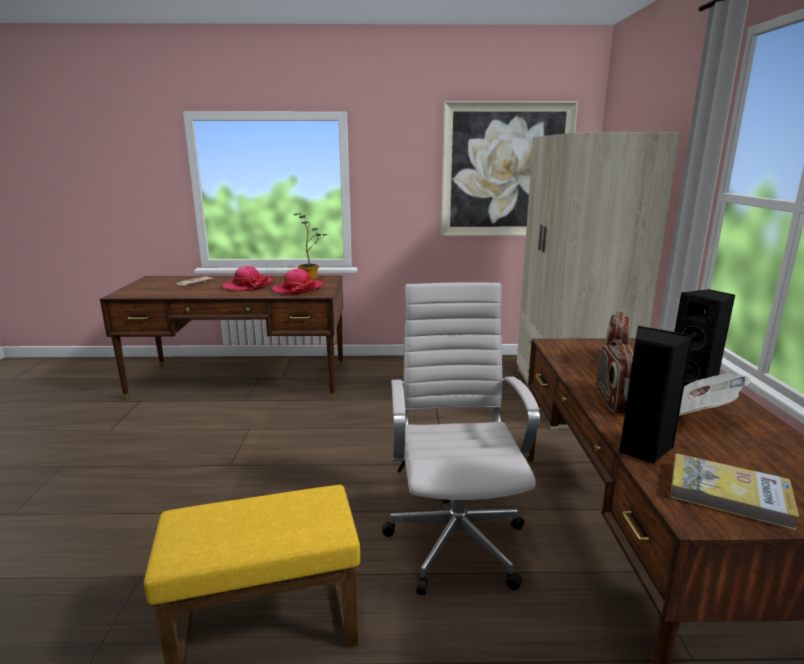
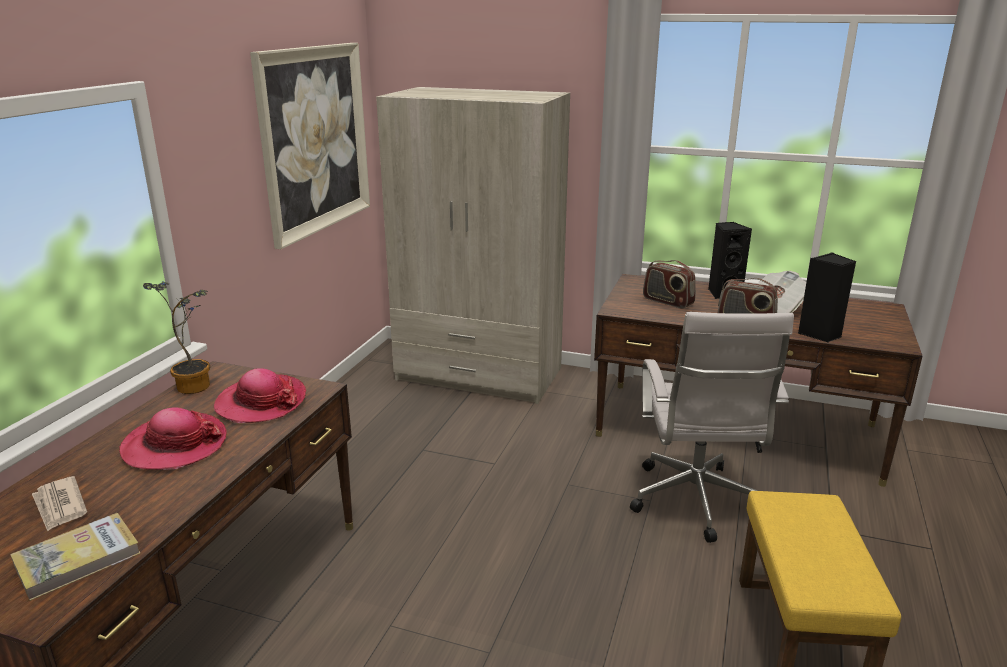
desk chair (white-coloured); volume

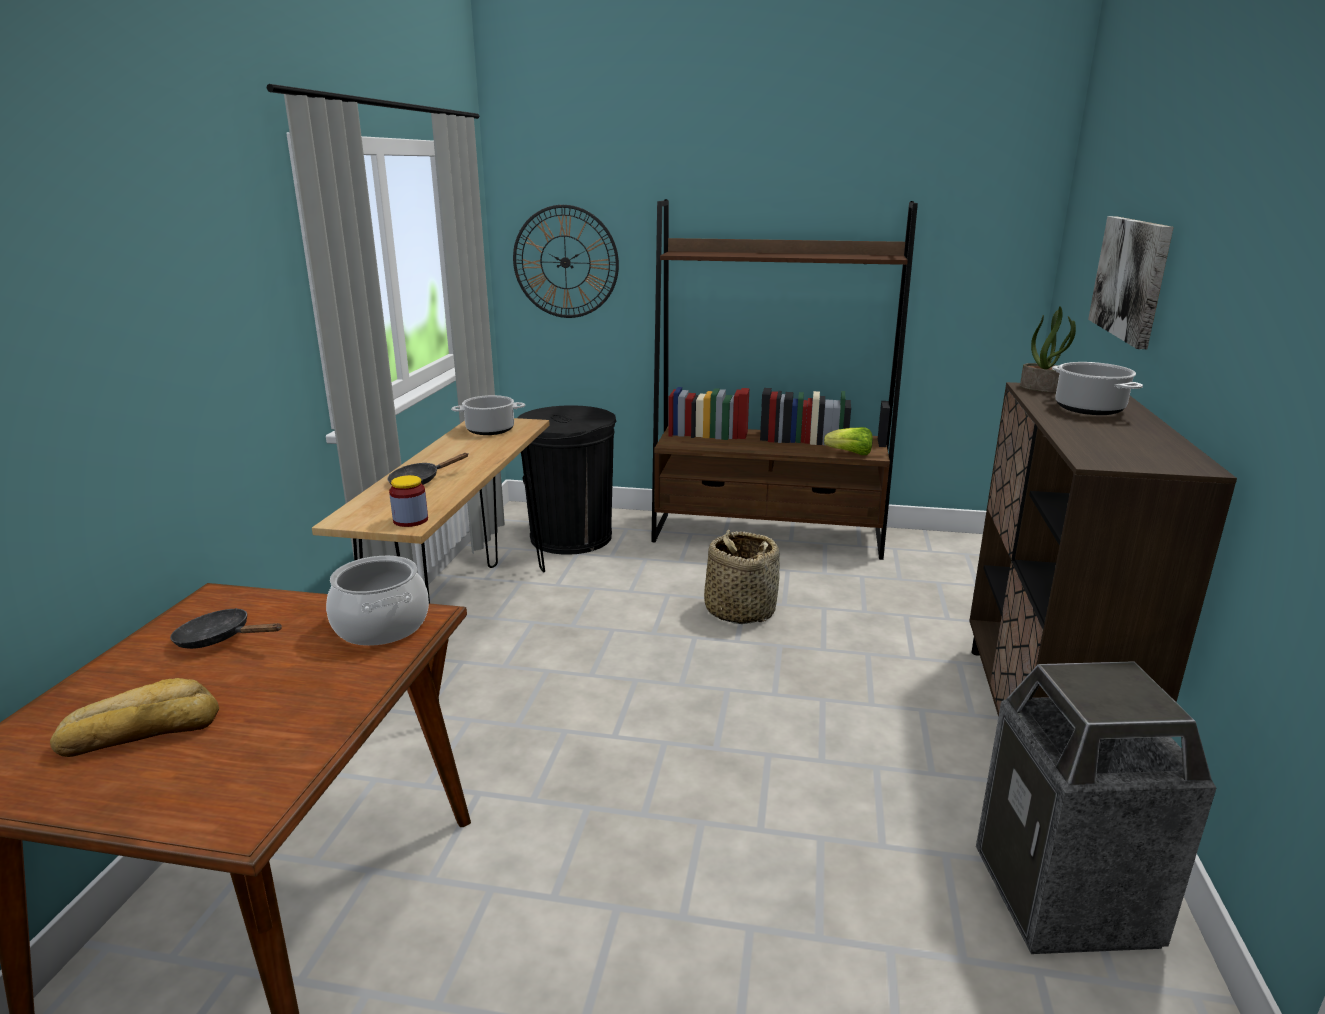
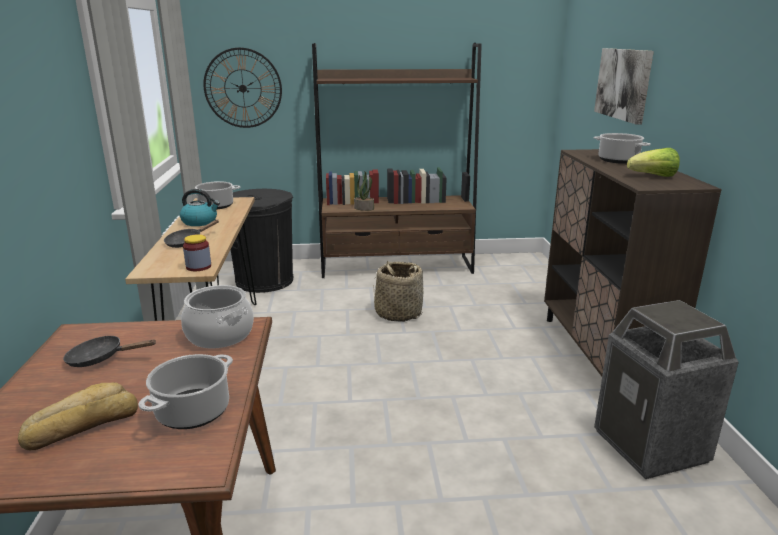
head of lettuce; houseplant; stockpot (1st from left); kettle

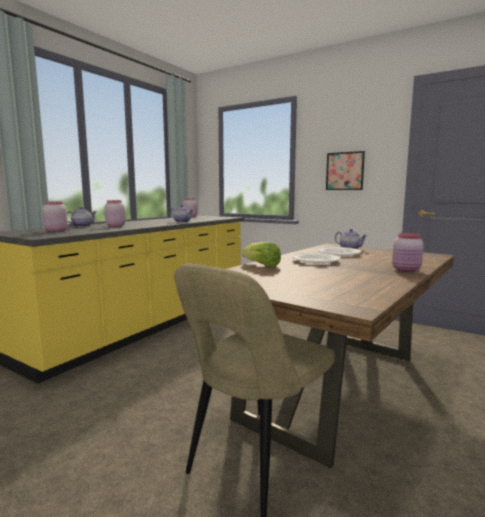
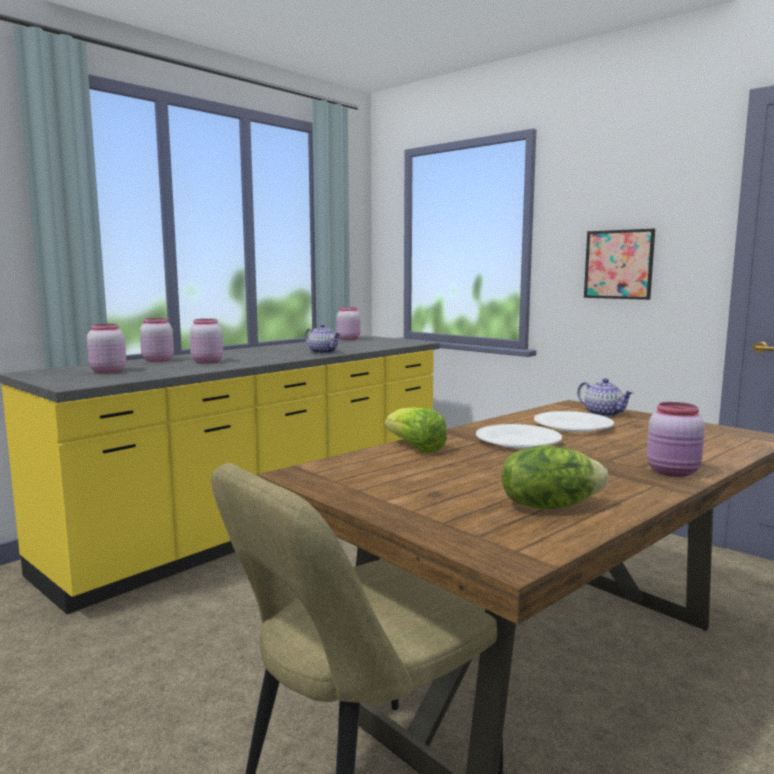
jar (pink) (2nd from left); head of lettuce (2nd from left)

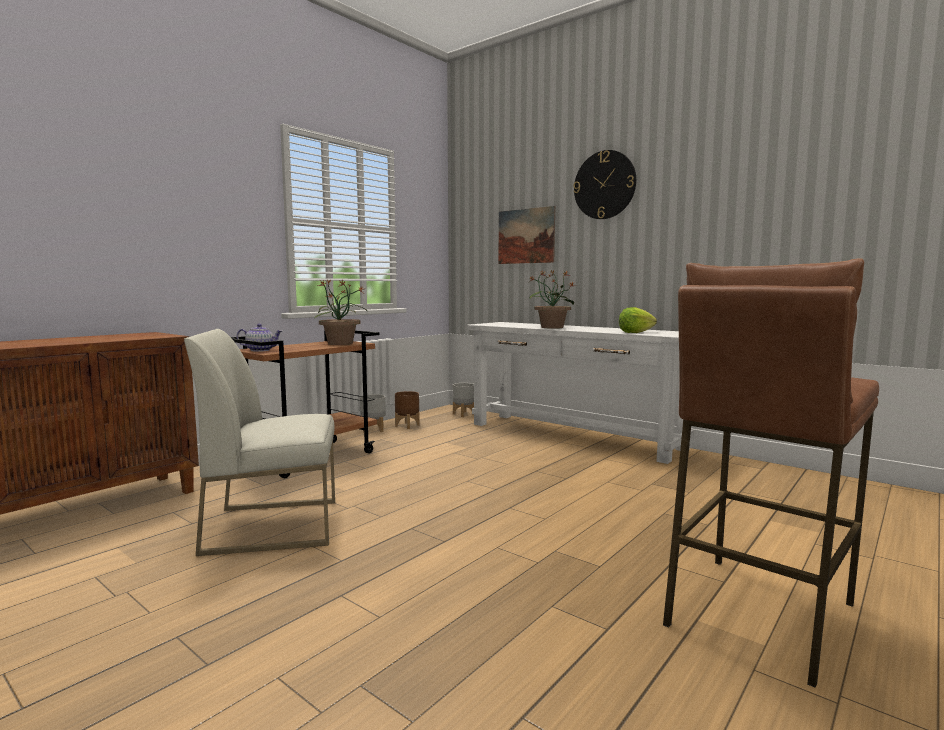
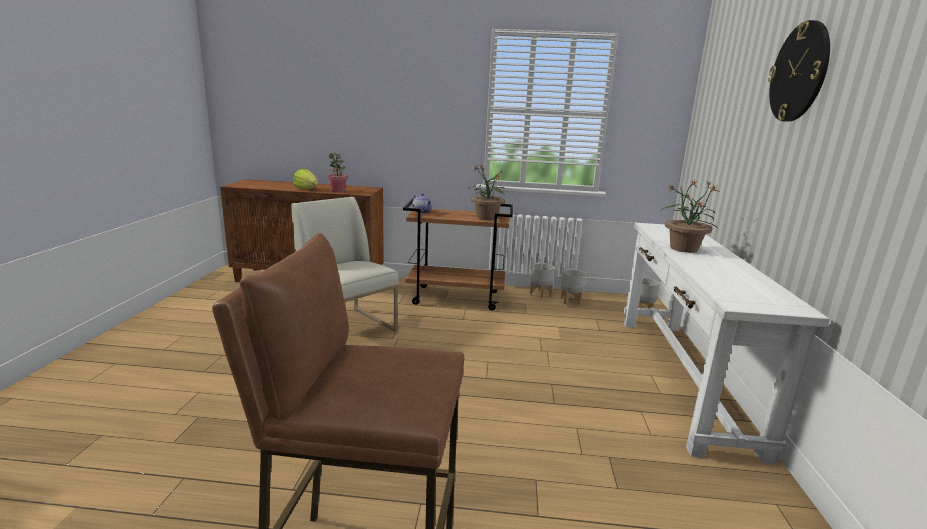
plant pot (grey) (2nd from left); wall art; head of lettuce; houseplant (1st from left)

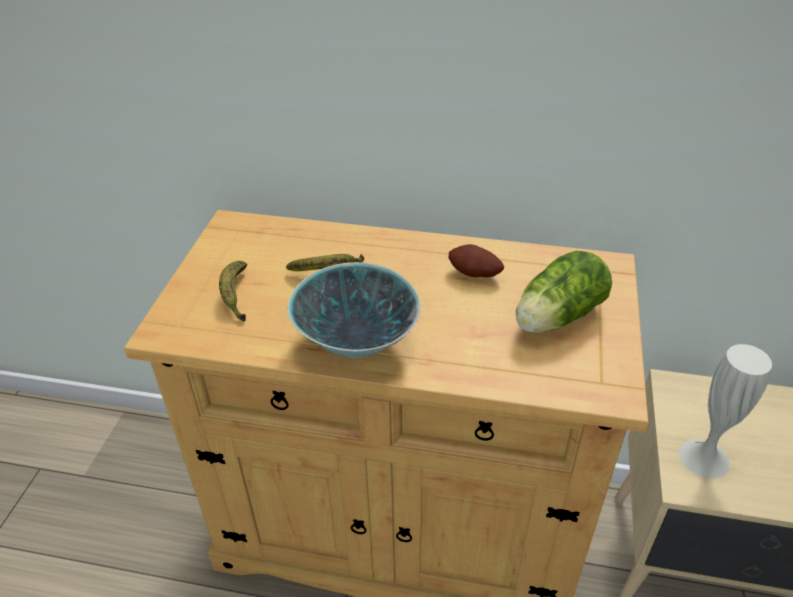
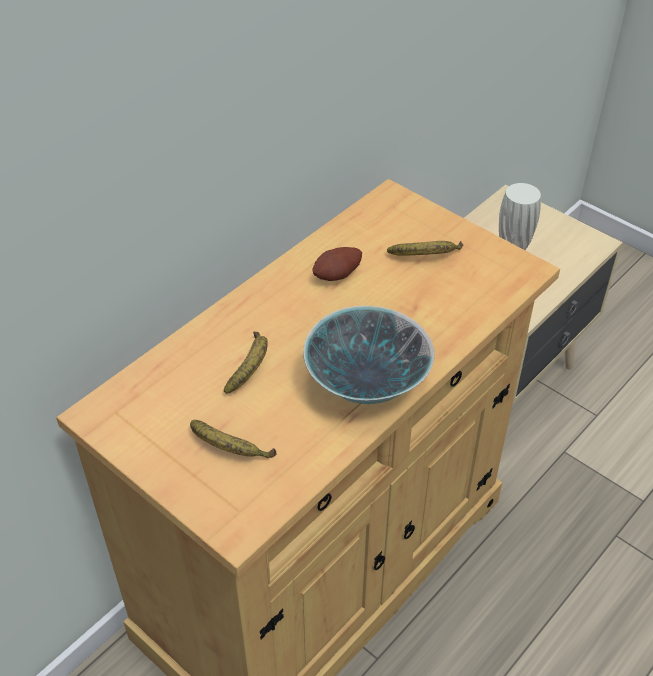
banana fruit (3rd from left)

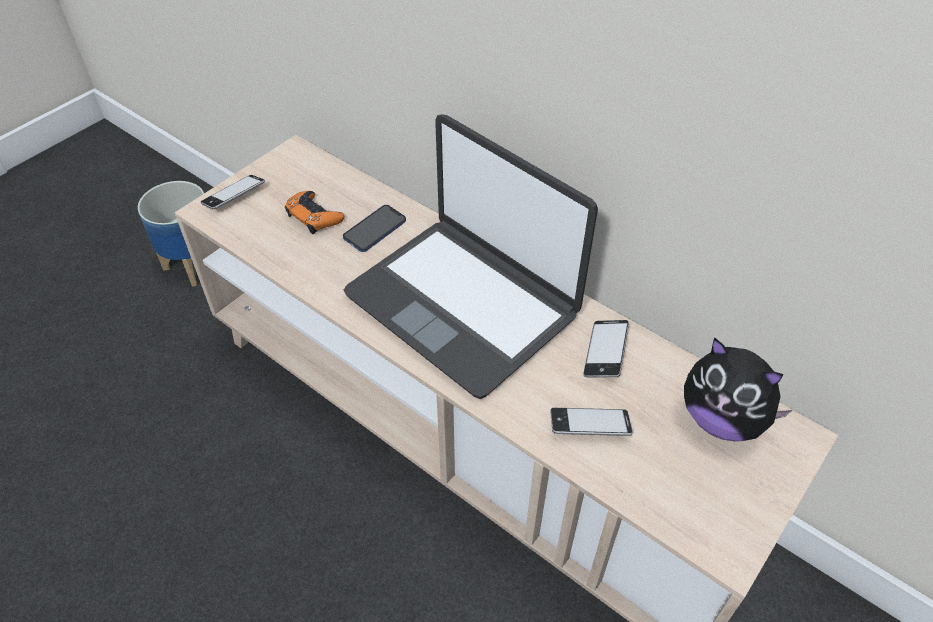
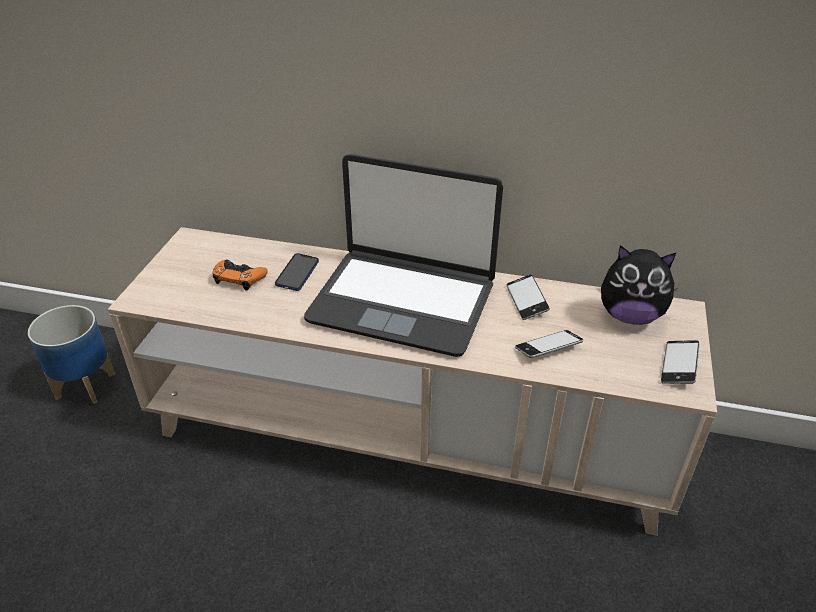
handset (4th from left)

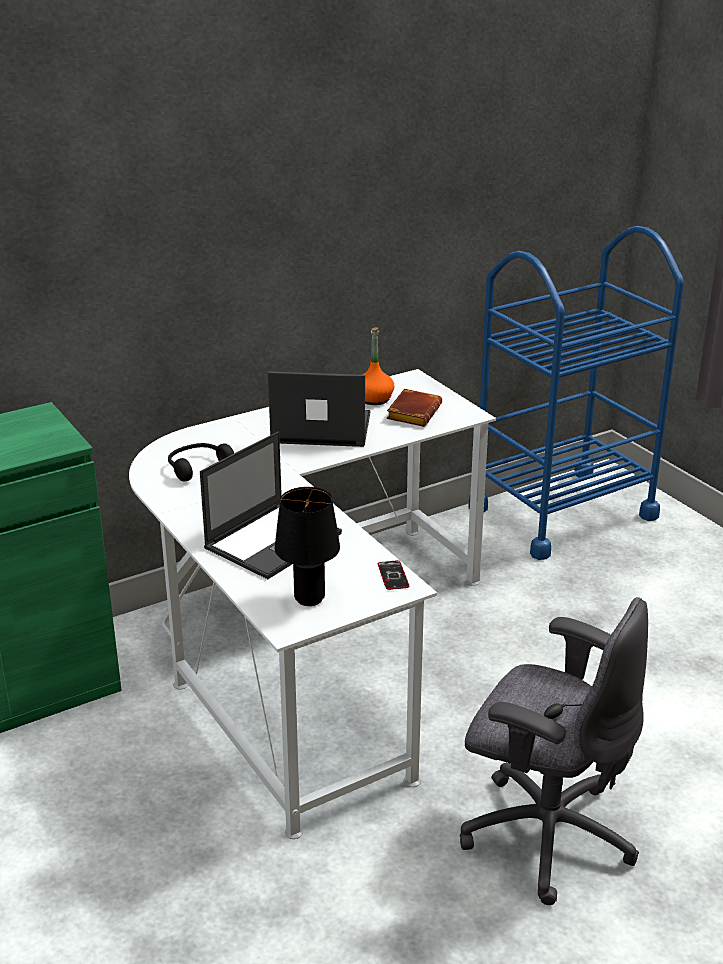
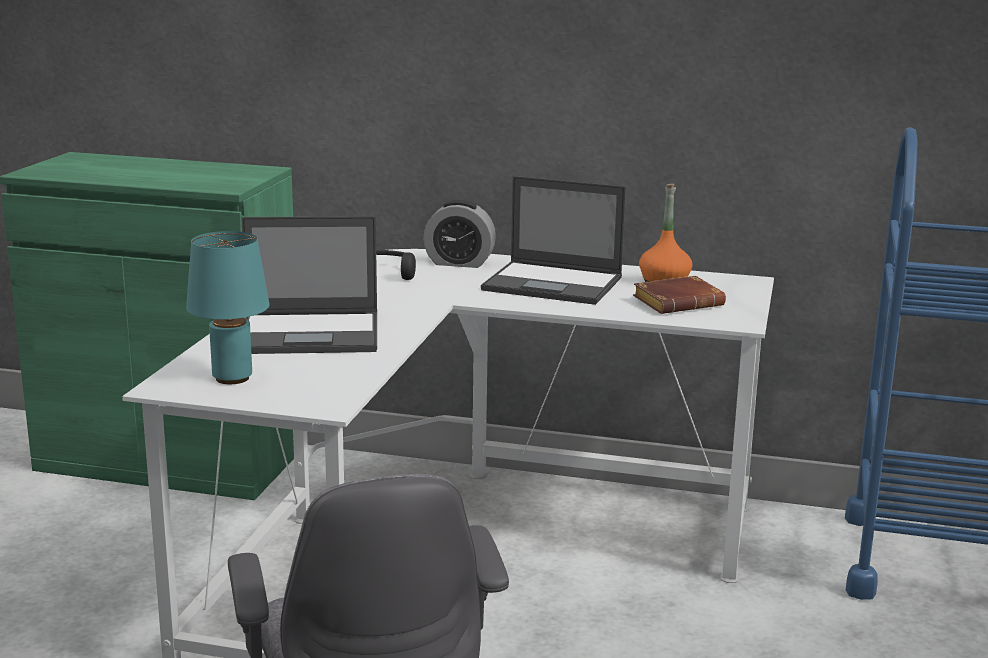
notebook computer (2nd from left); tabletop lamp (blue-green); handset; alarm clock

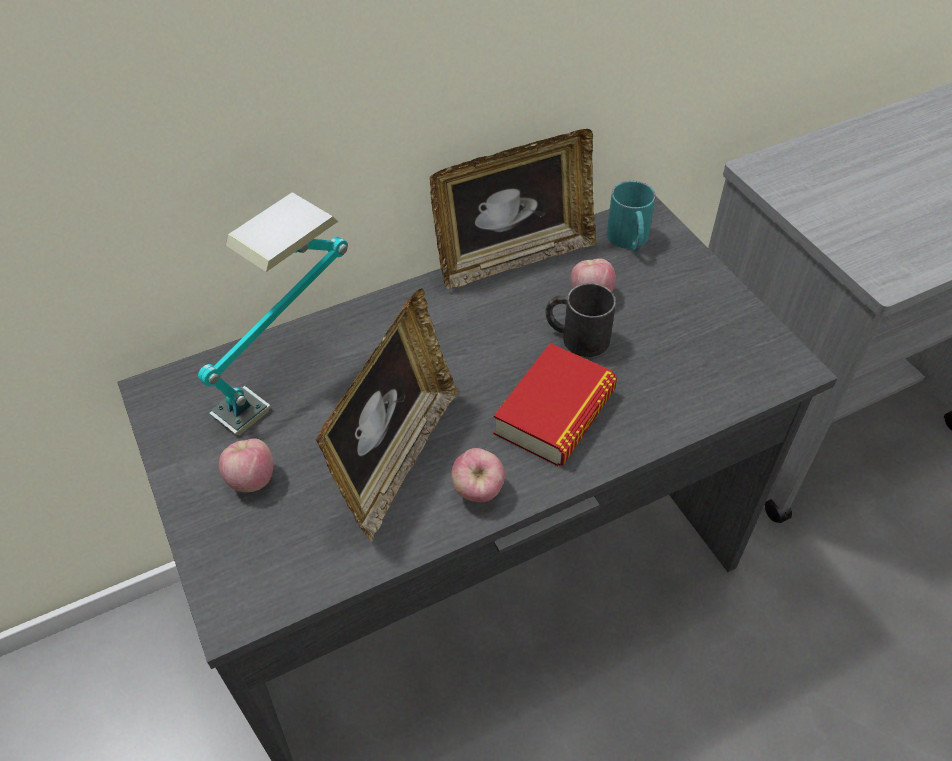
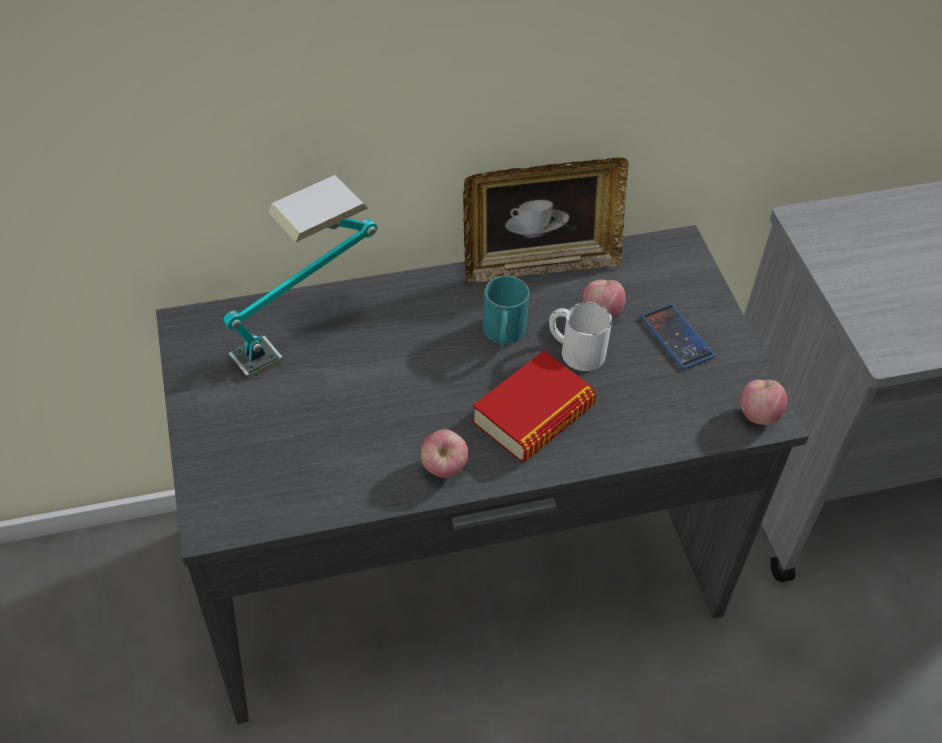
apple (3rd from left); standing frame (1st from left in the first image); tea mug (white-coloured); tea mug (blue-green); handset

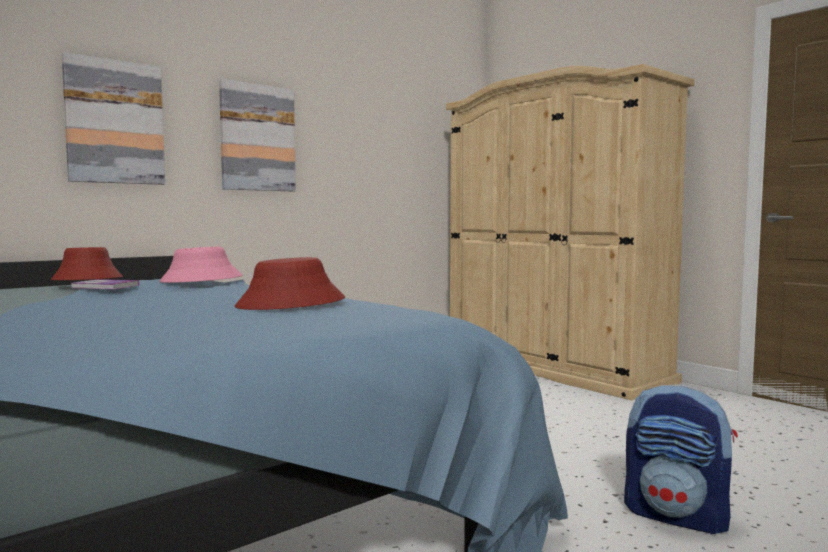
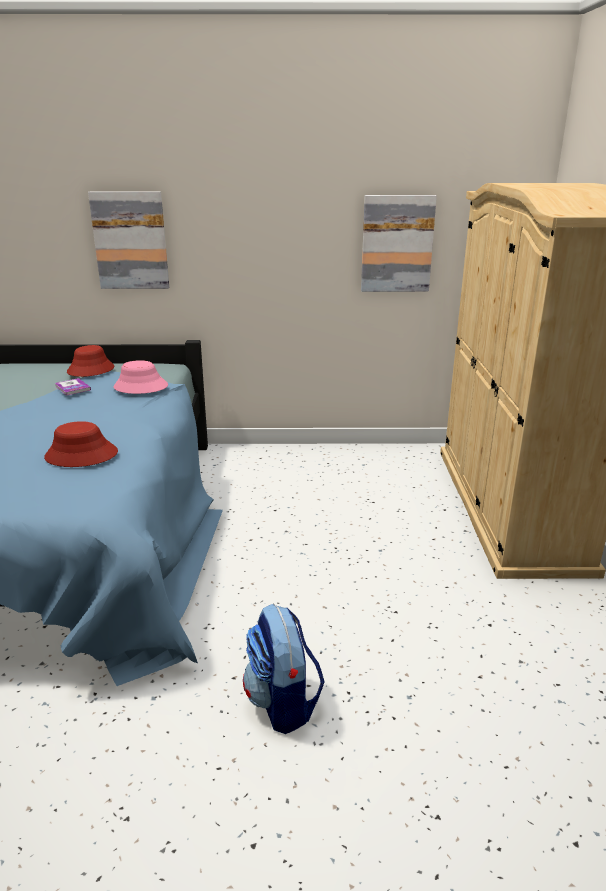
wall art (2nd from left)

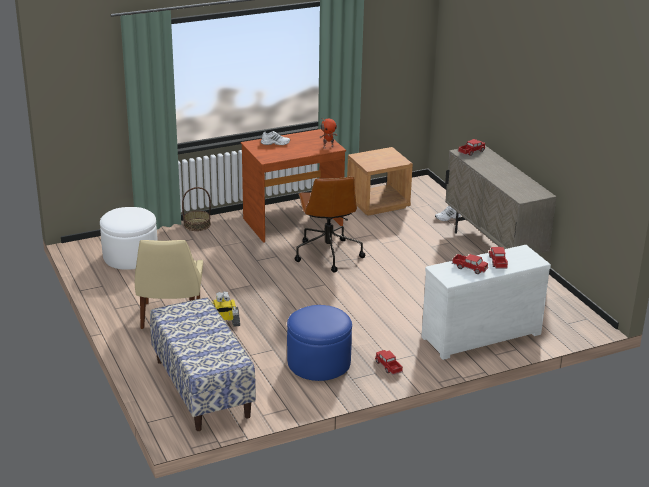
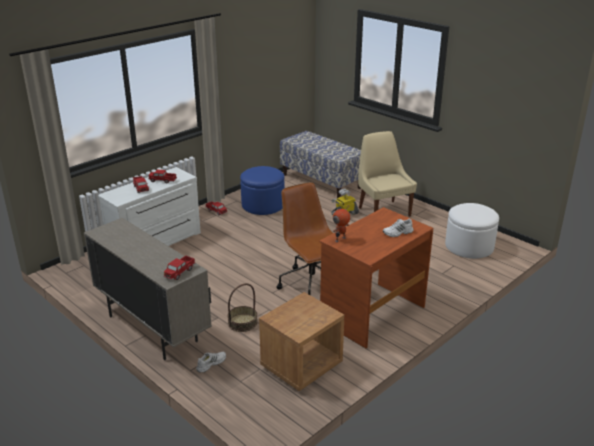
basket

